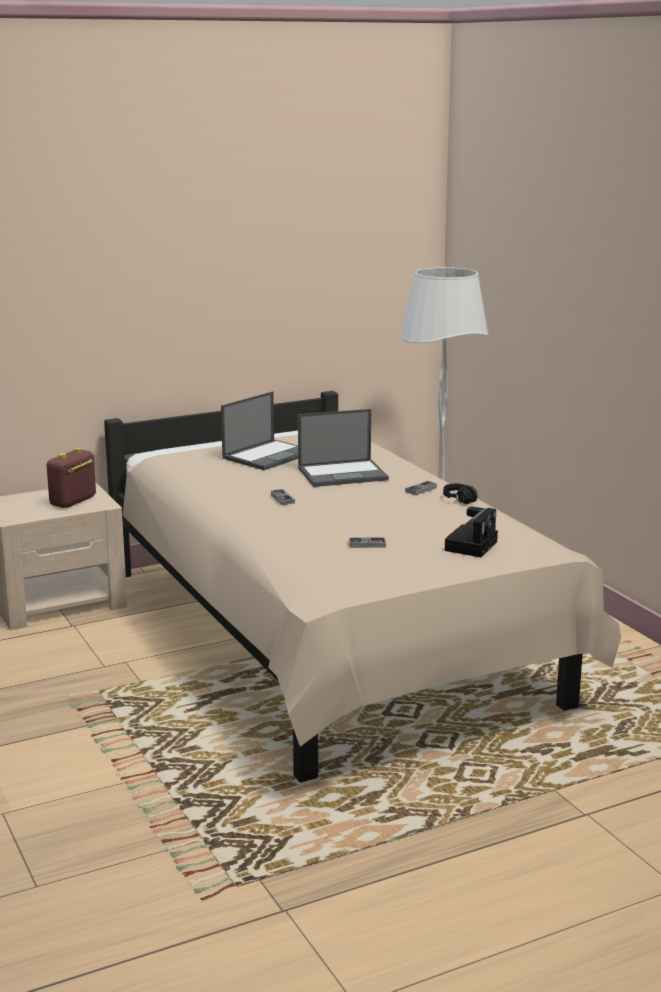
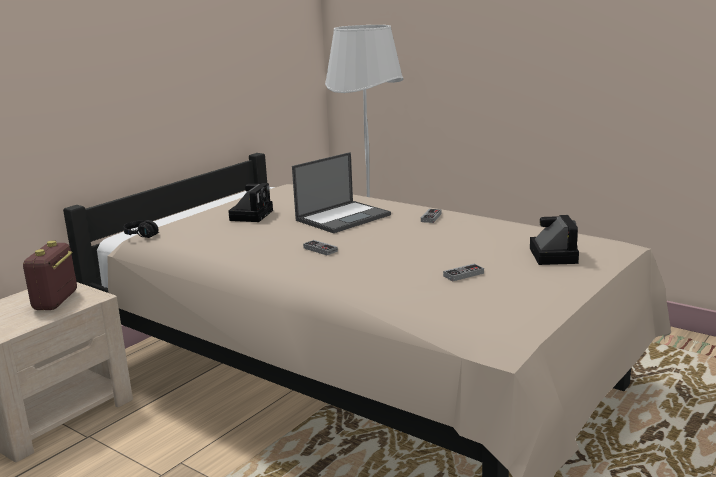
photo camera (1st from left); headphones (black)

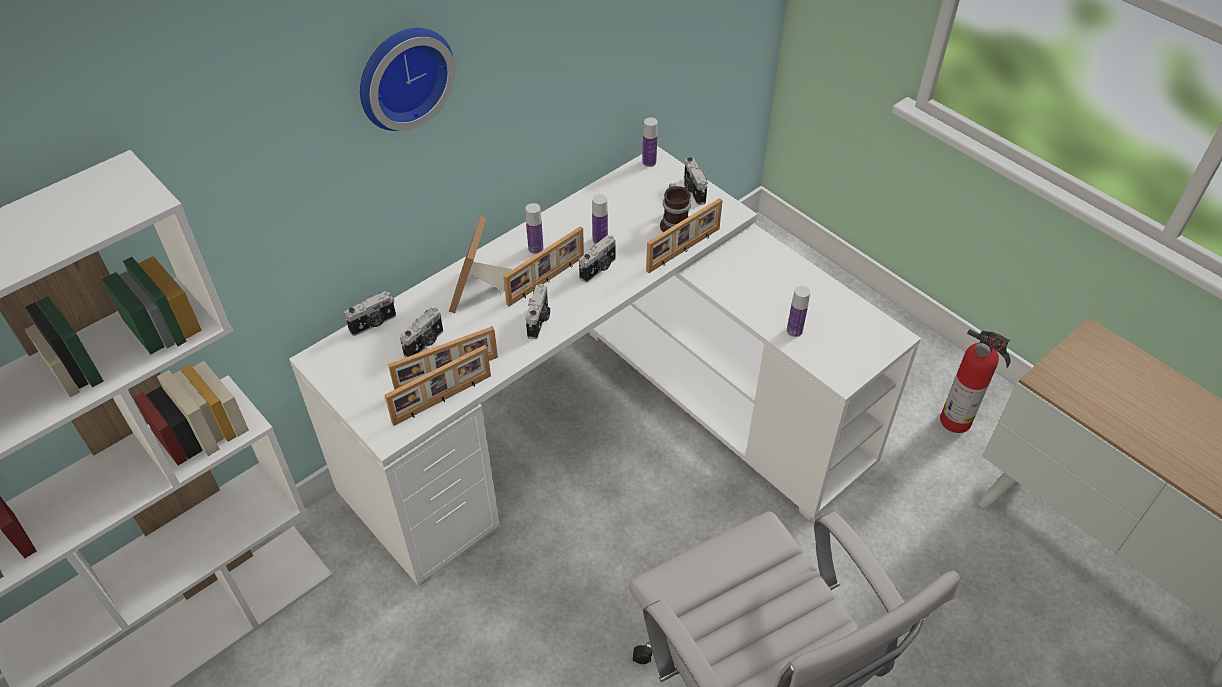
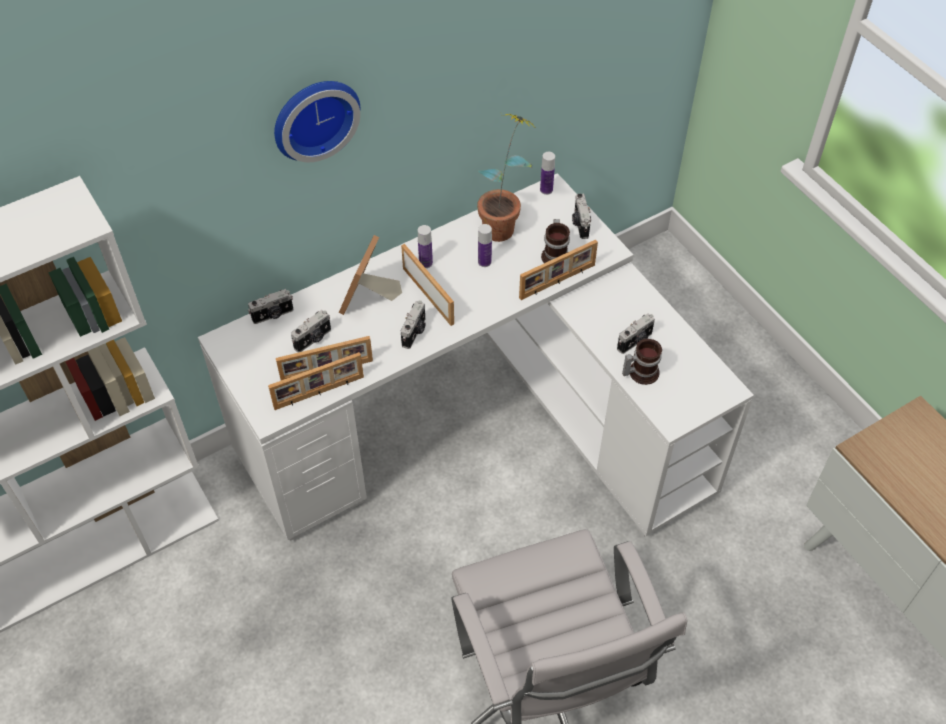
standing frame (4th from left); photo camera (5th from left); tea mug (2nd from left); fire extinguisher; houseplant

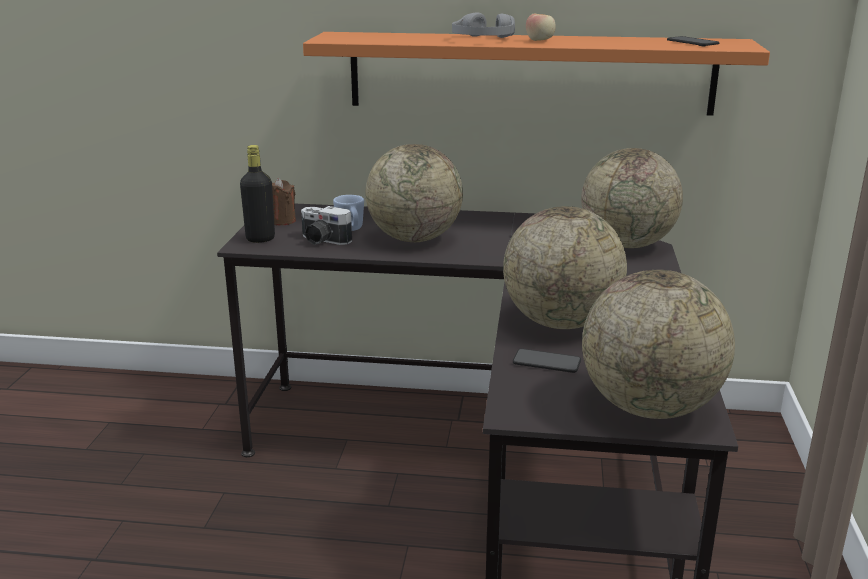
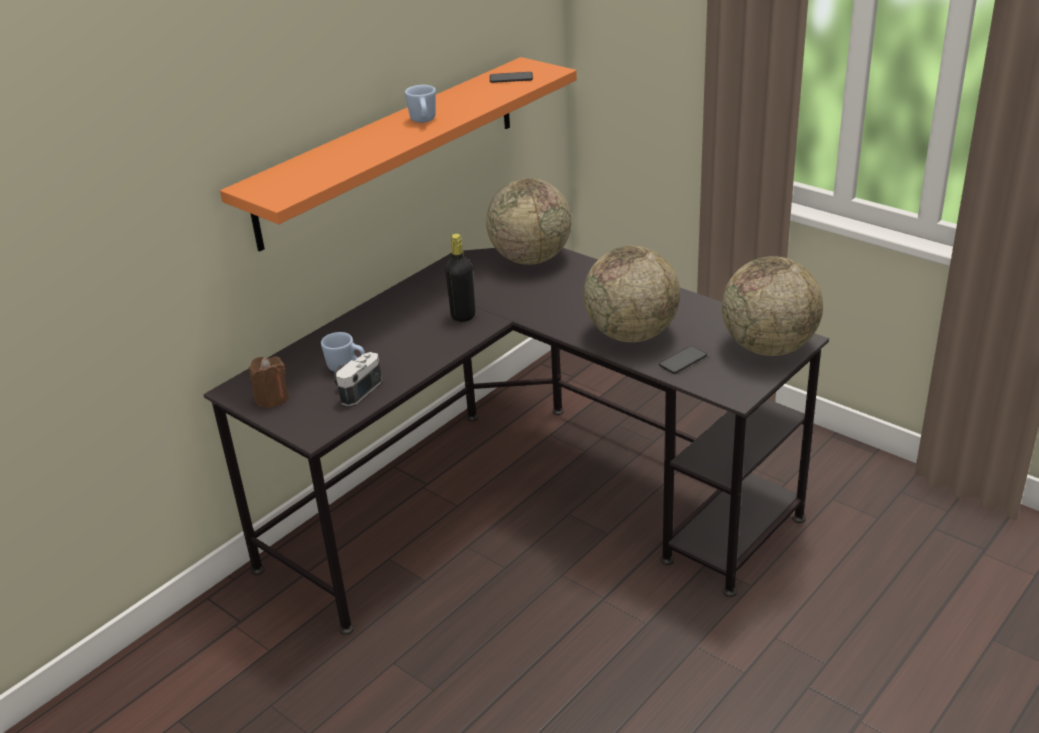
beverage bottle (black); photo camera; globe (1st from left in the first image); headphones (grey); tea mug (bluish) (2nd from left)

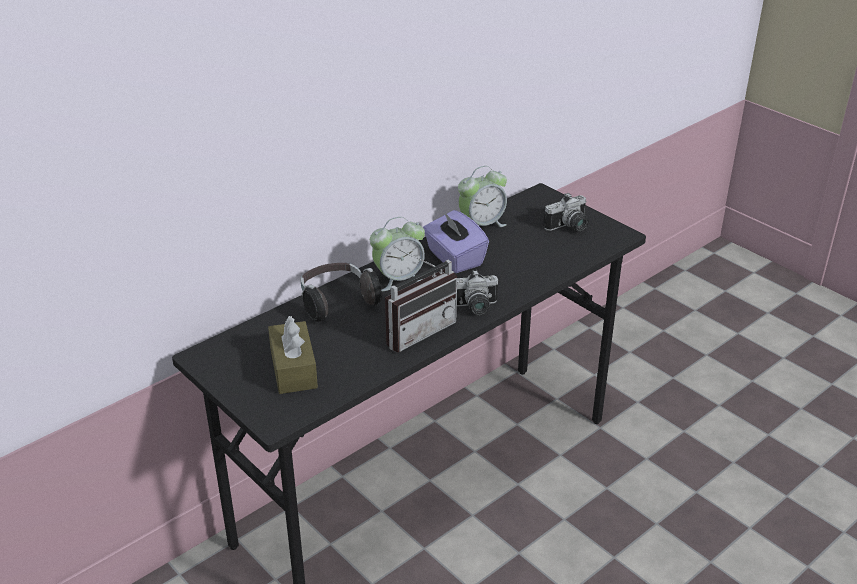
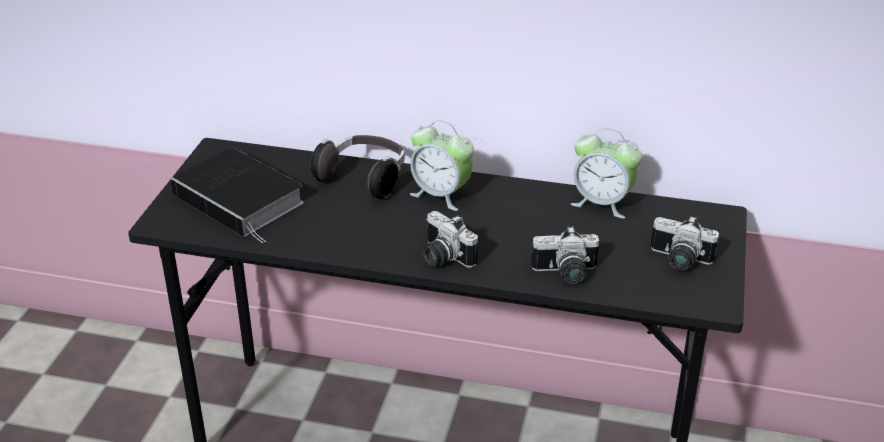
volume; radio set; tissue holder (purple); photo camera (2nd from left)

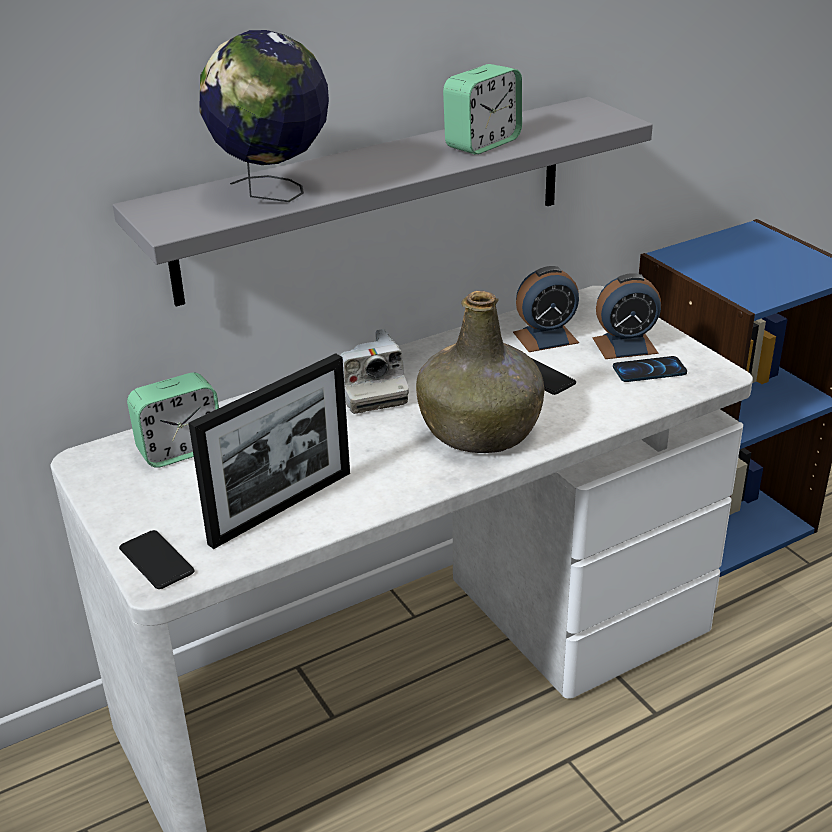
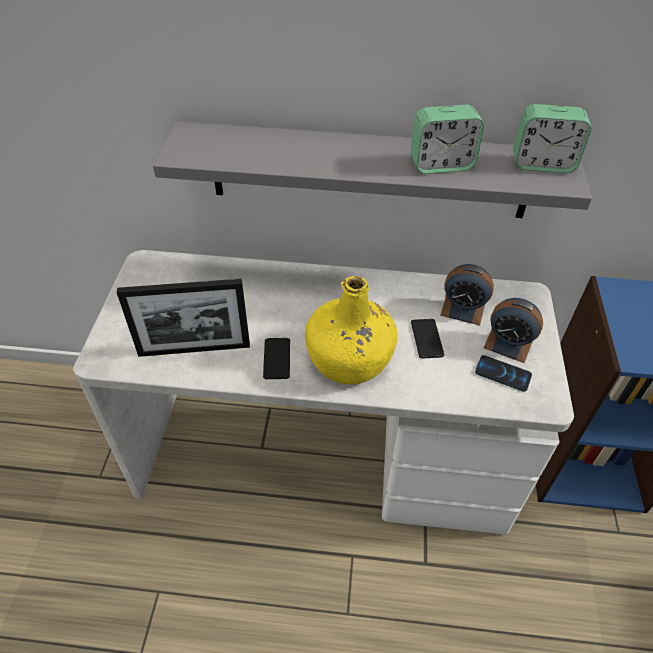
handset (1st from left); alarm clock (4th from left); globe; photo camera; beverage bottle (yellowish)

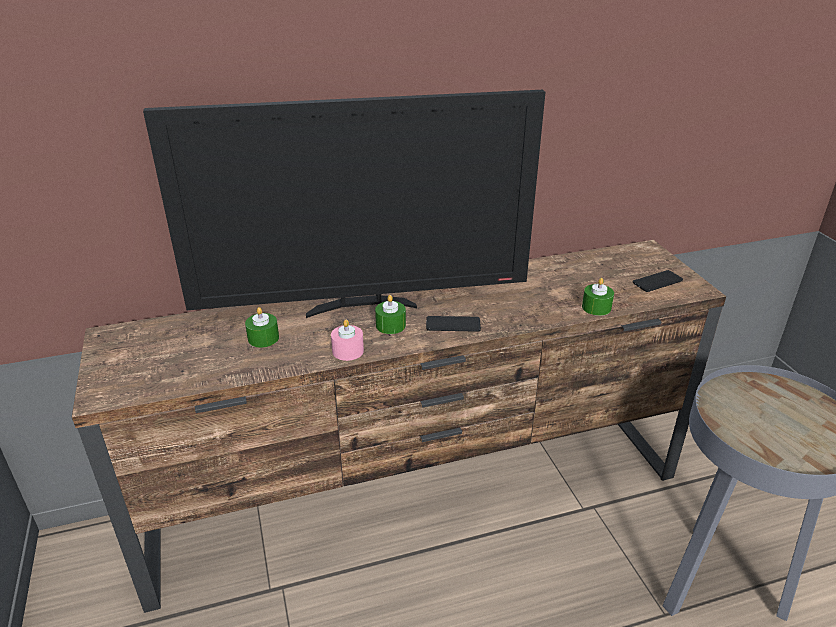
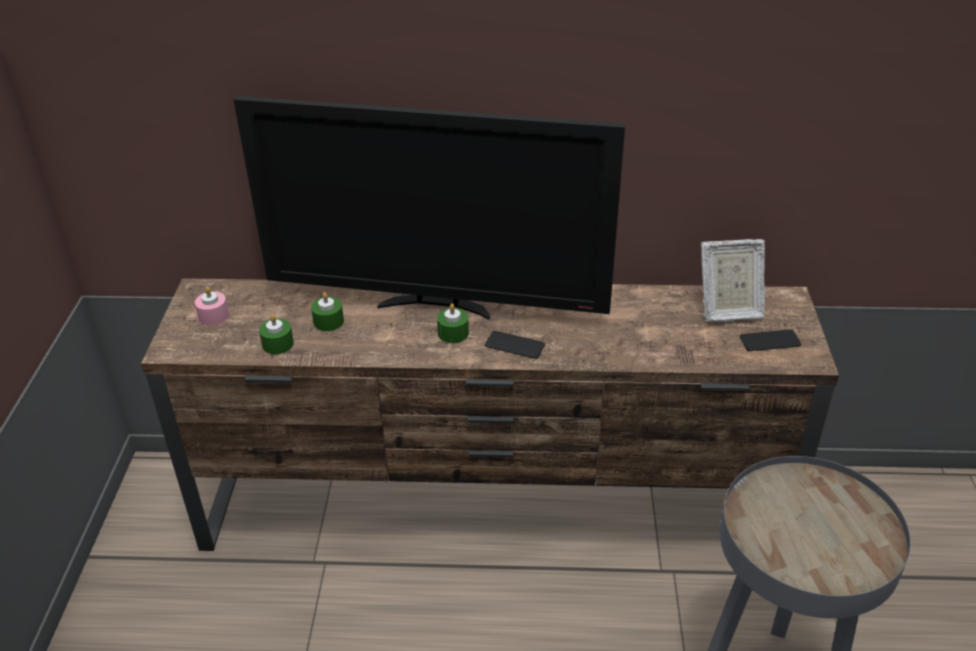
candle (pink); candle (greenish) (1st from left); standing frame

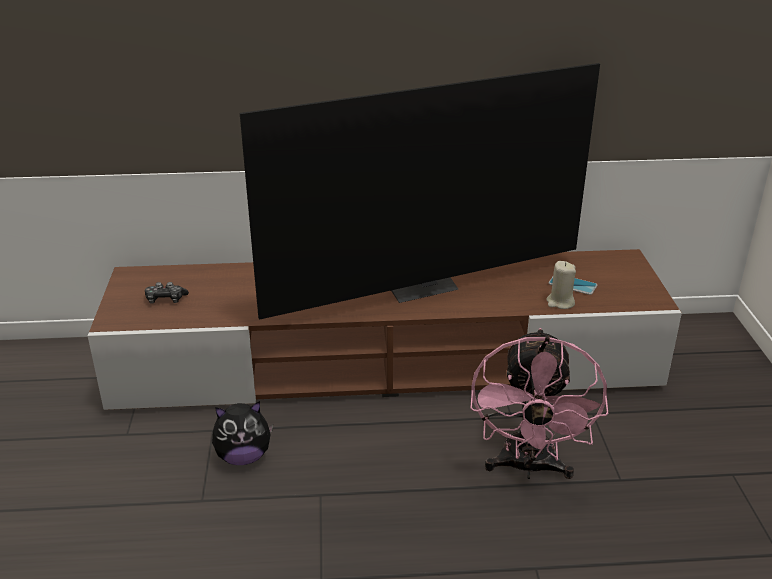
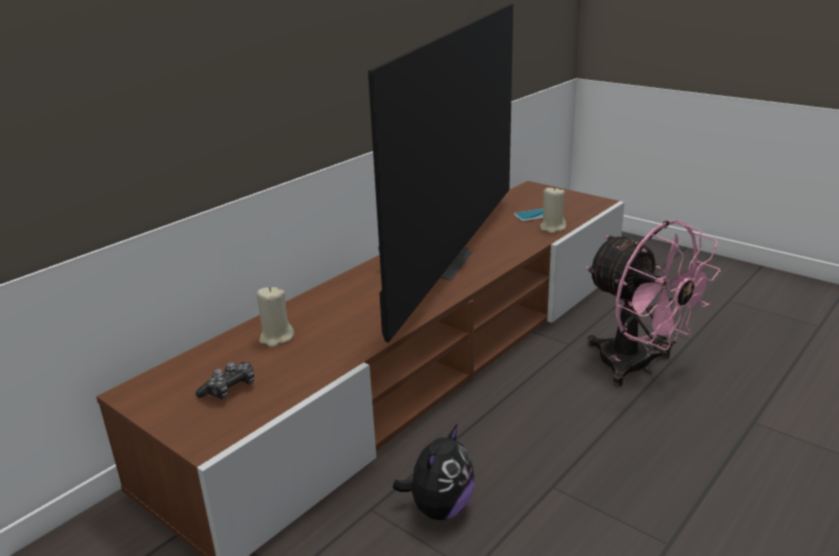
candle (beige-coloured) (1st from left)

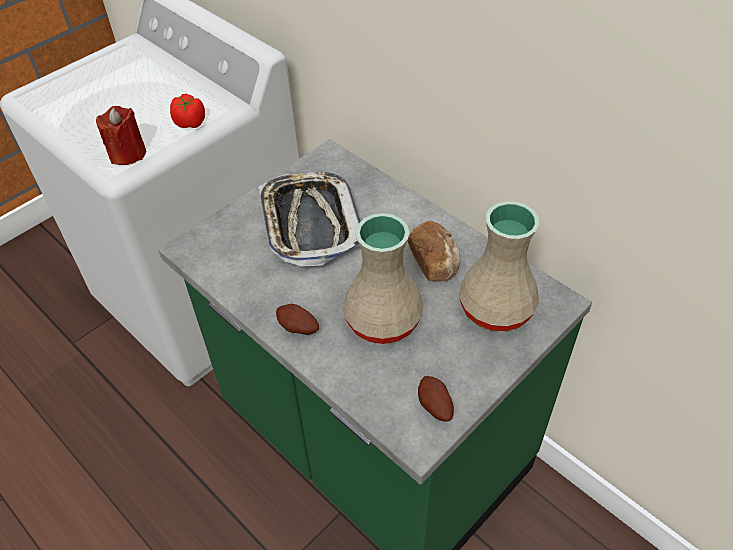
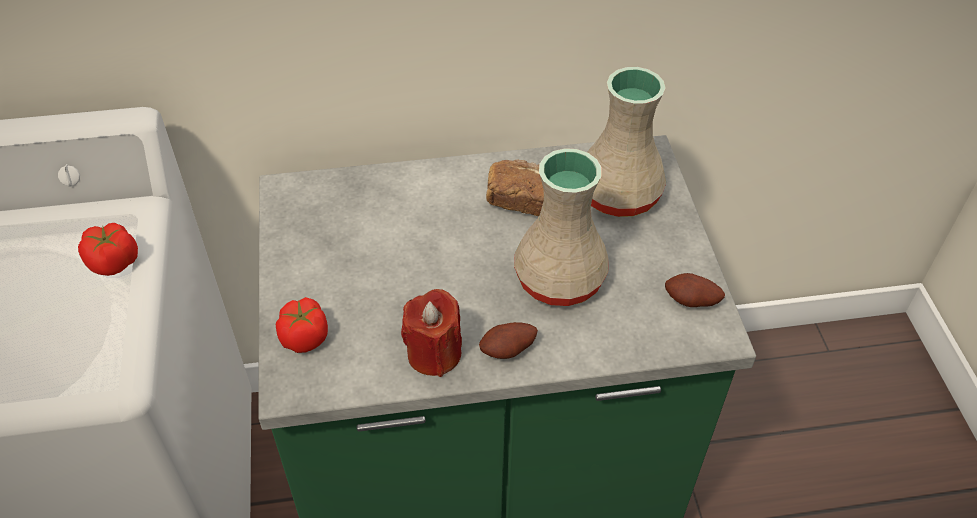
candle (red-coloured); tray; fresh tomato (2nd from left)

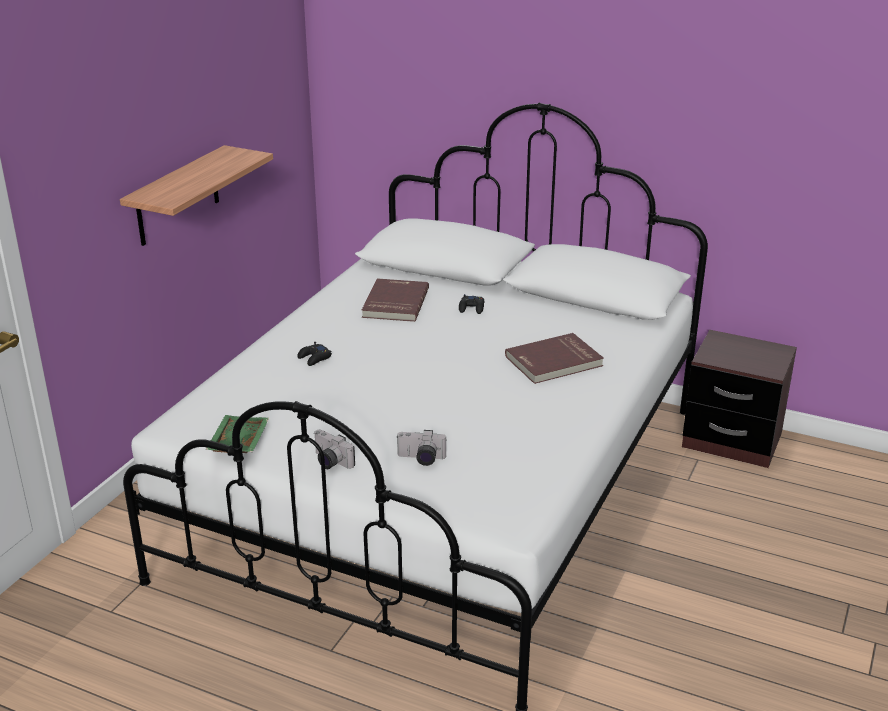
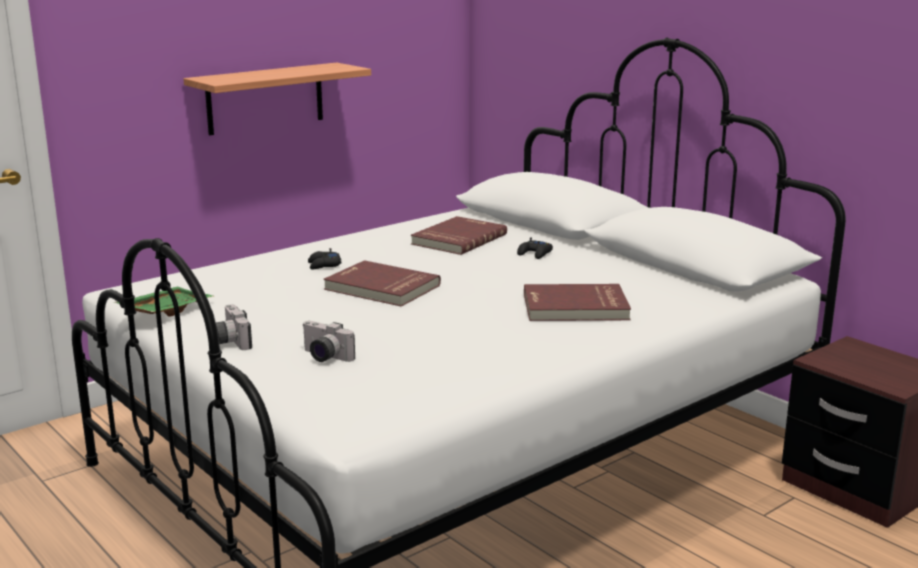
volume (red-coloured) (1st from left)

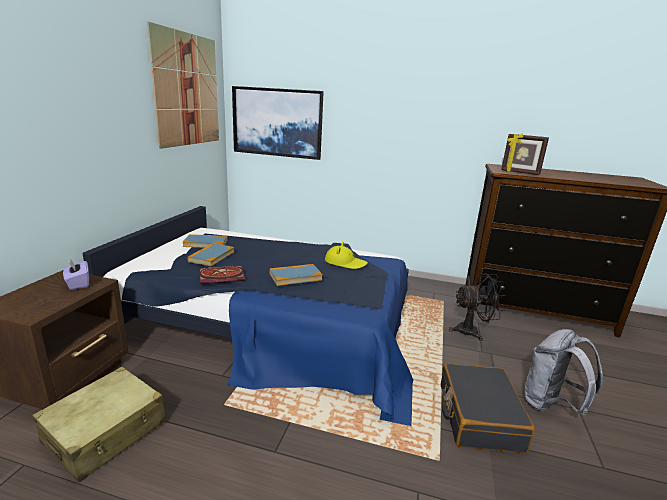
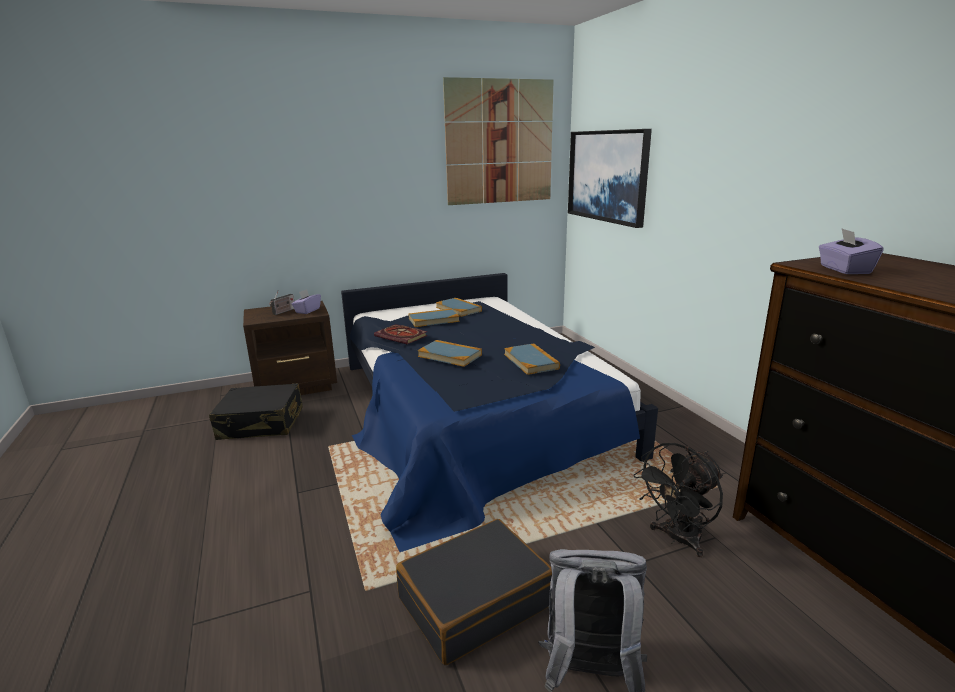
piece of luggage (black) (1st from left); volume (5th from left); fan (black); tissue holder (purple) (2nd from left); radio set

